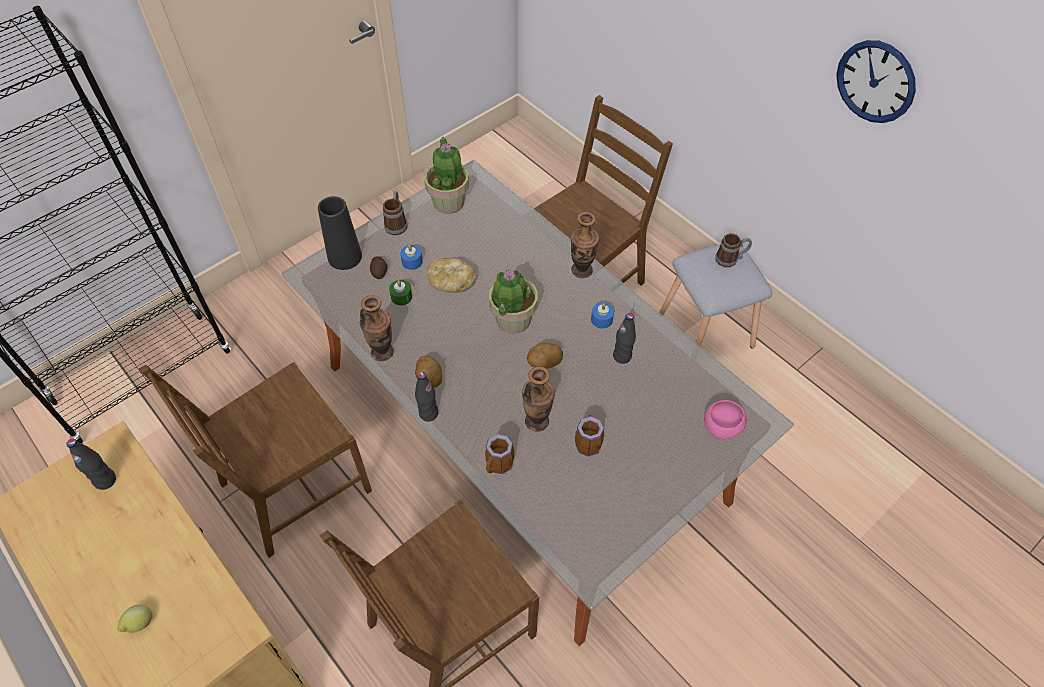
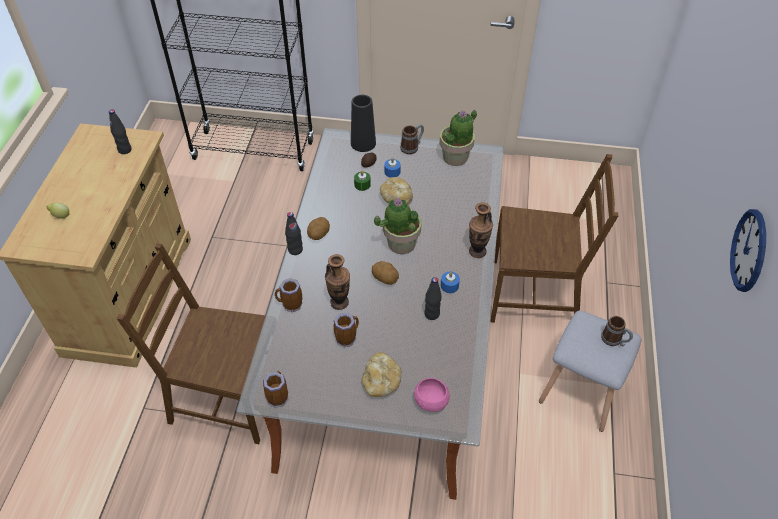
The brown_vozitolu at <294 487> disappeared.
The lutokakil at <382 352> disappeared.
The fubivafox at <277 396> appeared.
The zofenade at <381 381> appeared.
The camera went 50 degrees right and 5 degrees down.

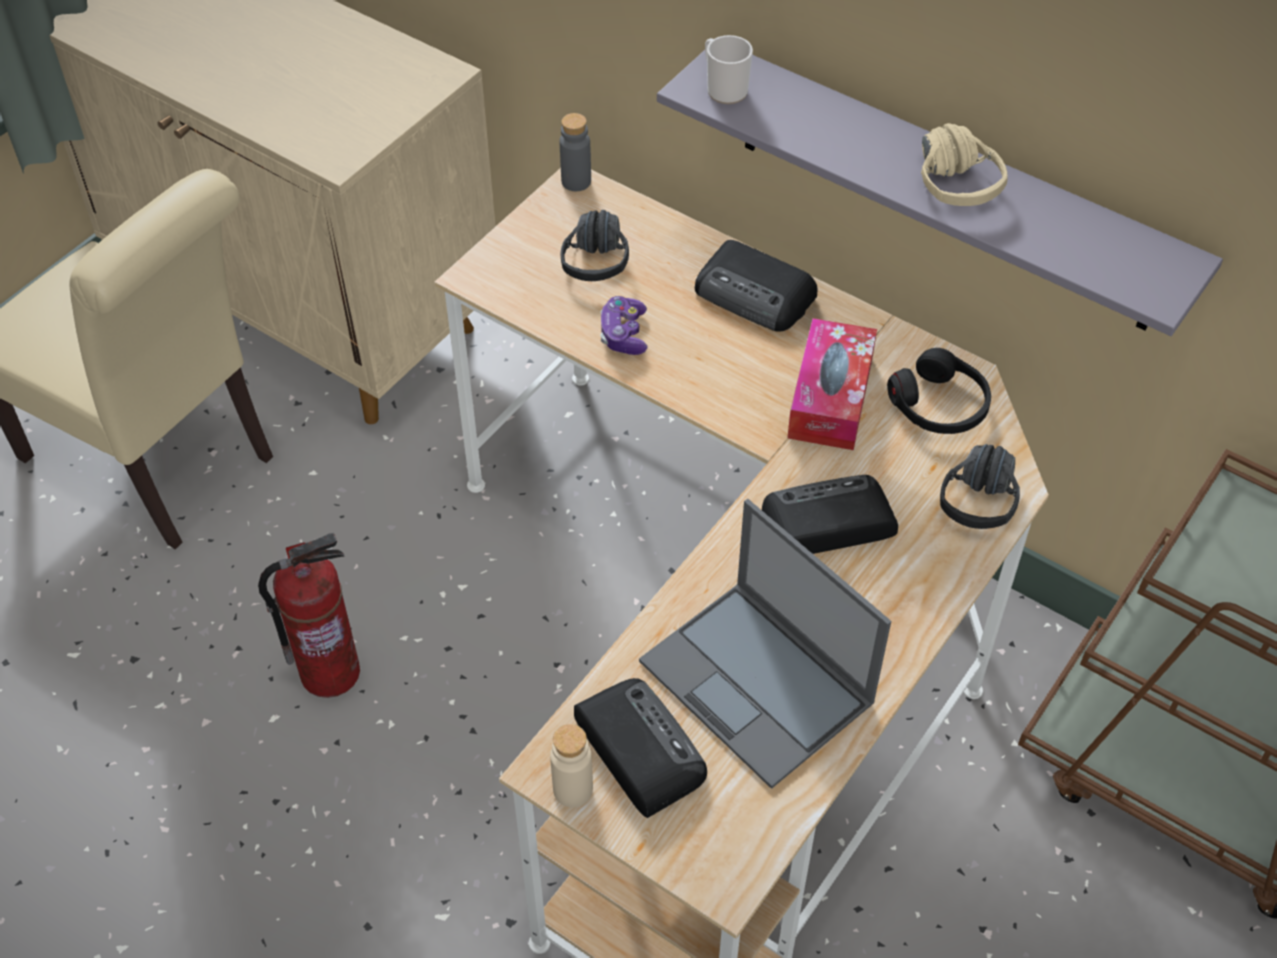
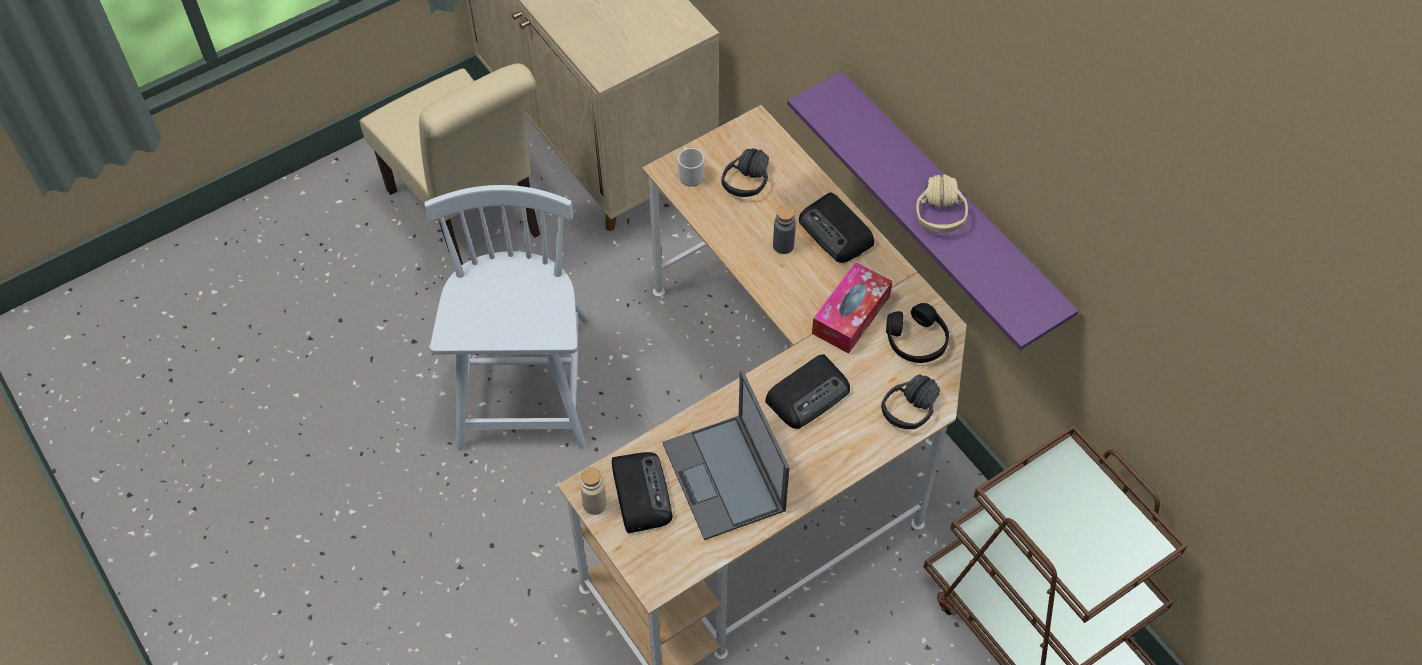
The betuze at <330 671> was replaced by the white_vozitolu at <525 385>.
The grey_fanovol moved from <576 181> to <783 245>.
The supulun at <623 334> disappeared.
The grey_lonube at <945 188> became the purple_lonube at <949 208>.
The fubivafox moved from <724 89> to <690 175>.
The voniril at <825 523> turned 135 degrees clockwise.
The camera went 20 degrees right and 5 degrees up.

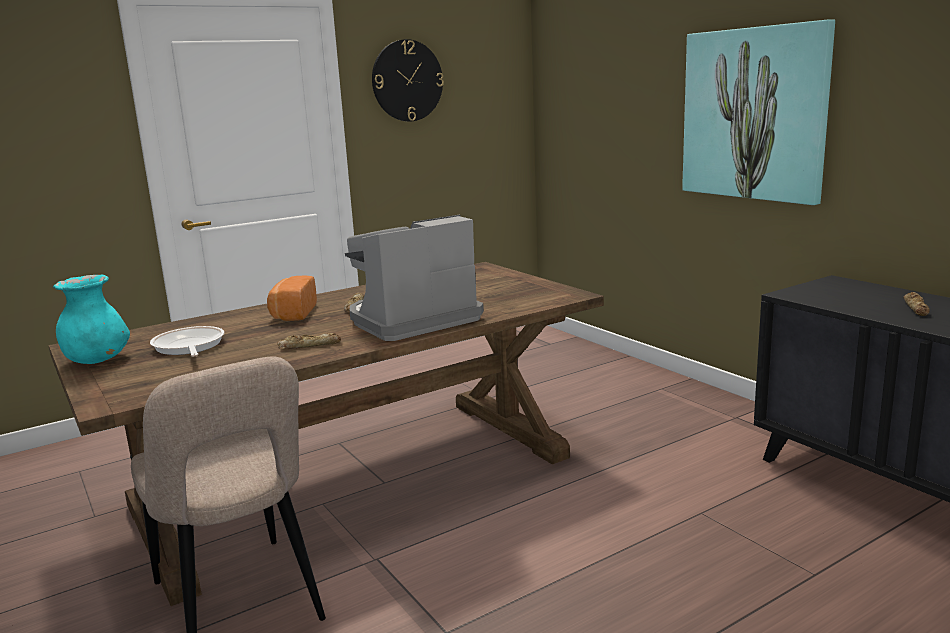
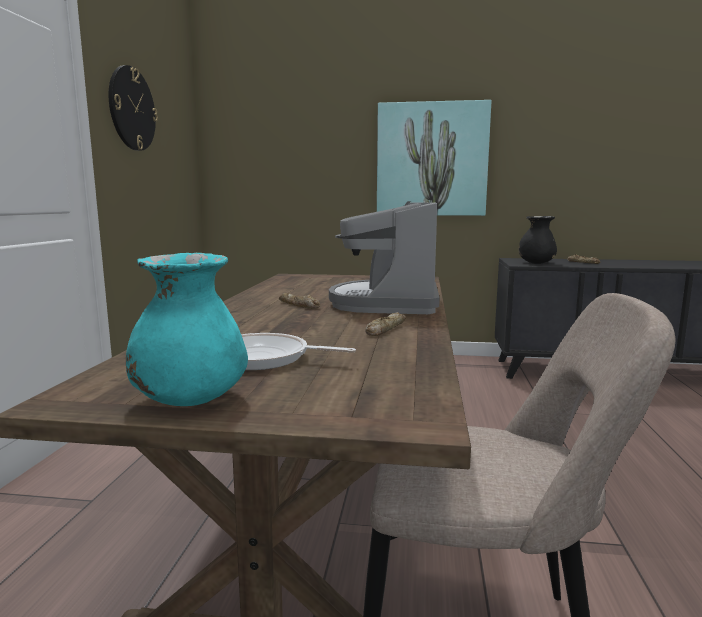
The zofenade at <292 313> disappeared.
The black_lutokakil at <536 263> appeared.
The camera went 50 degrees left and 5 degrees down.

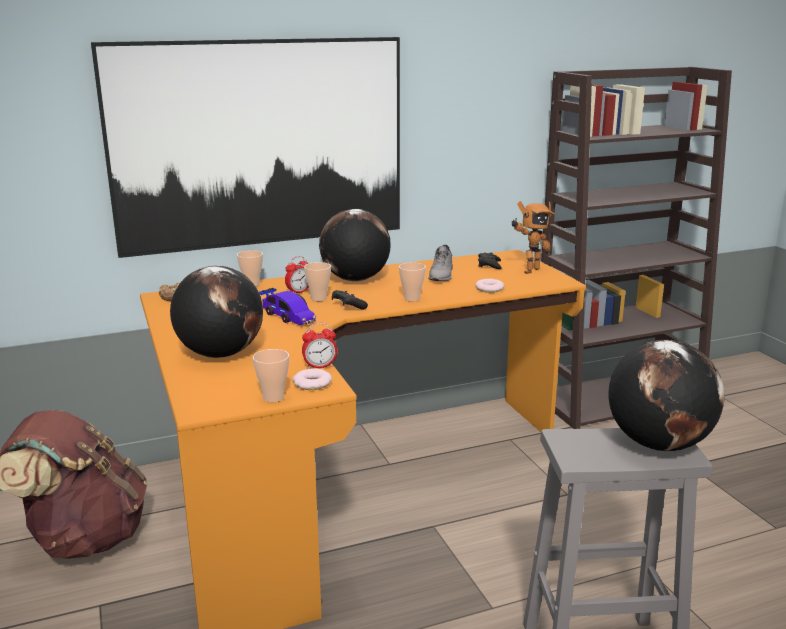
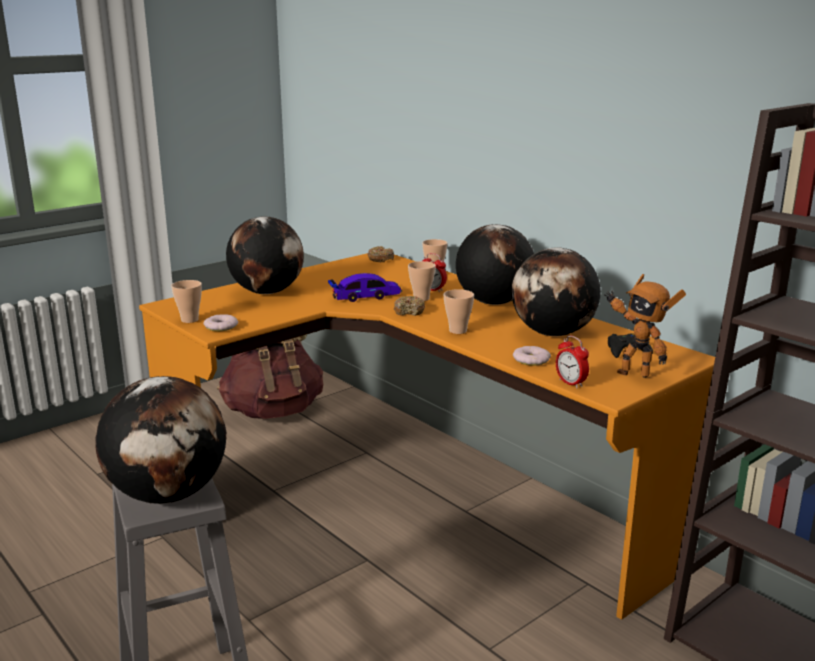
The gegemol at <260 144> disappeared.
The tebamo at <288 316> turned 135 degrees counterclockwise.
The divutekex moved from <320 366> to <570 383>.
The black_supulun at <348 307> was replaced by the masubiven at <409 311>.
The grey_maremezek at <442 275> was replaced by the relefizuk at <553 333>.
The camera went 70 degrees right and 0 degrees up.

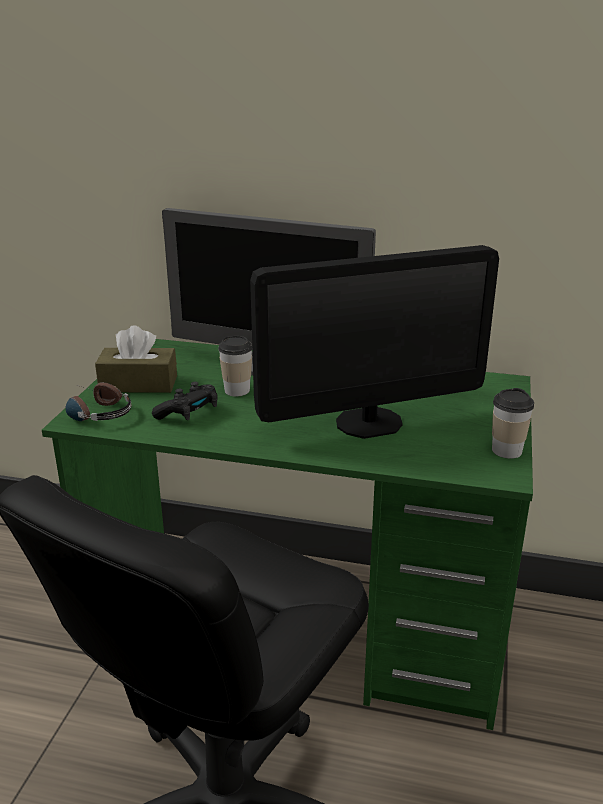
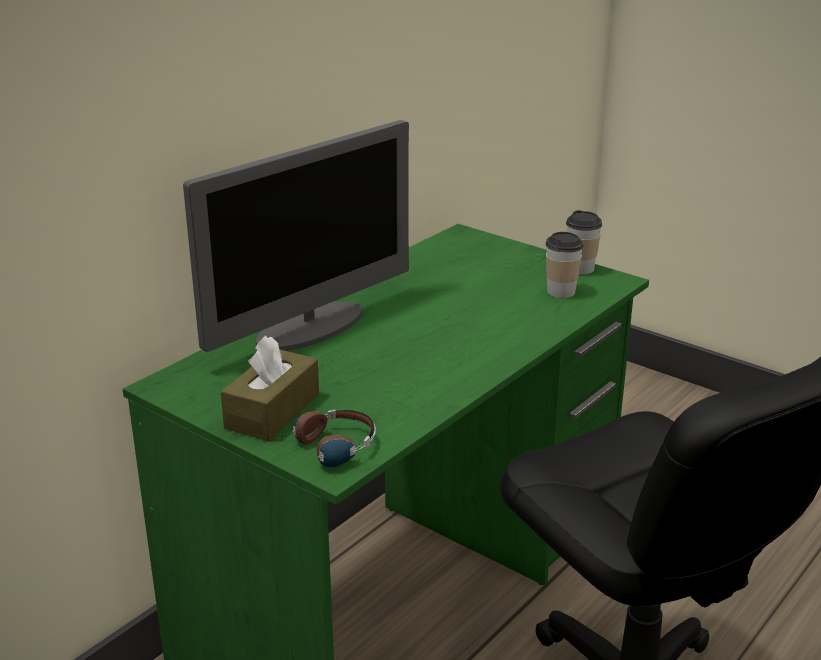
The black_supulun at <189 413> disappeared.
The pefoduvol moved from <237 390> to <561 292>.
The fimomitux at <369 422> disappeared.
The camera went 65 degrees left and 0 degrees up.

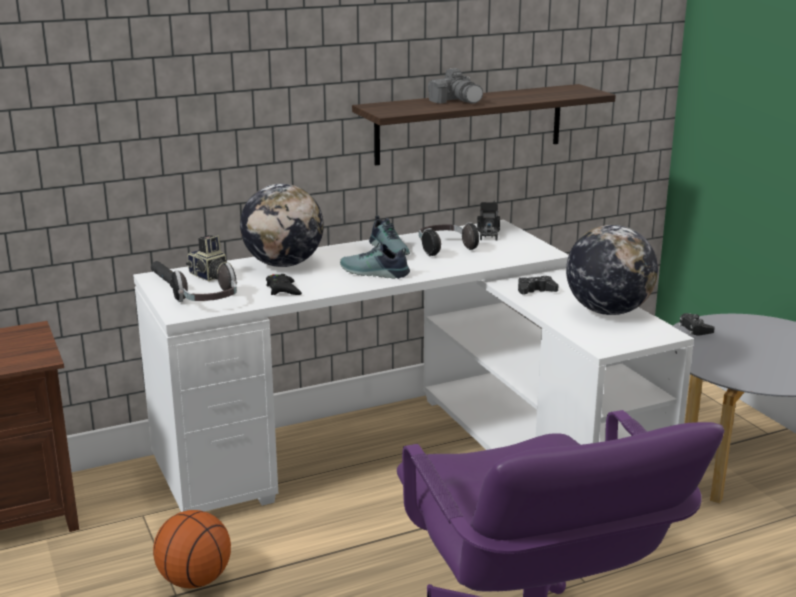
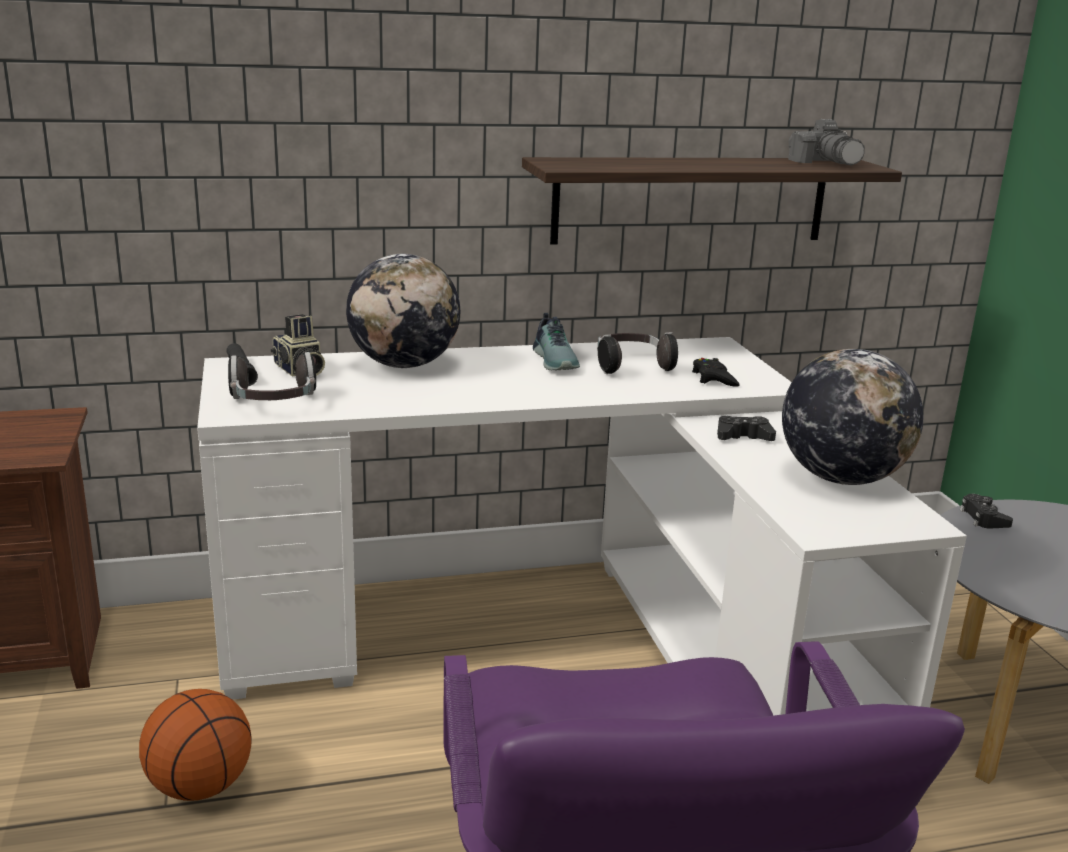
The black_supulun moved from <283 290> to <714 378>.
The maremezek at <374 273> disappeared.
The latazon moved from <457 101> to <826 162>.
The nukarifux at <488 232> disappeared.
The camera went 10 degrees right and 0 degrees up.

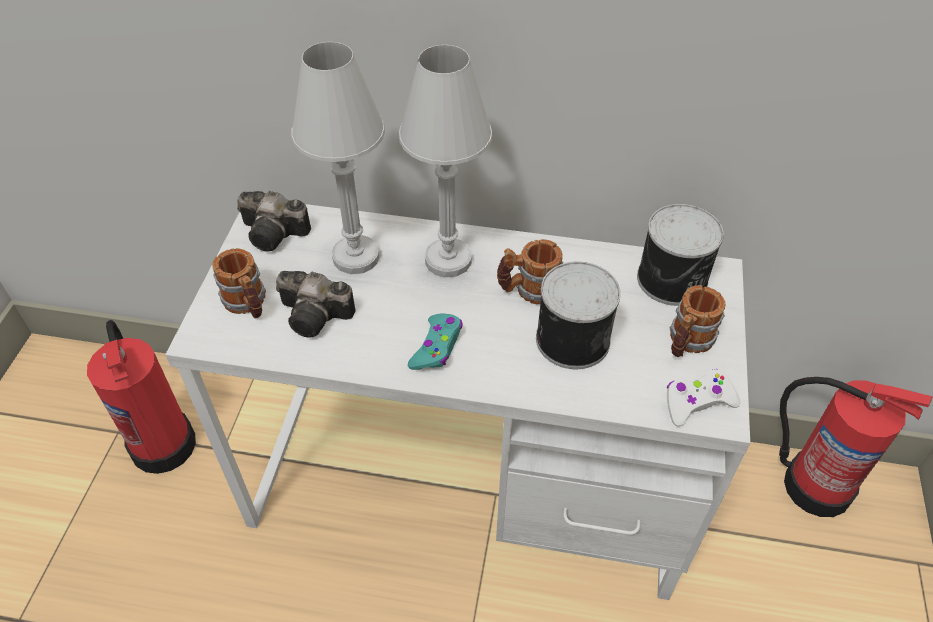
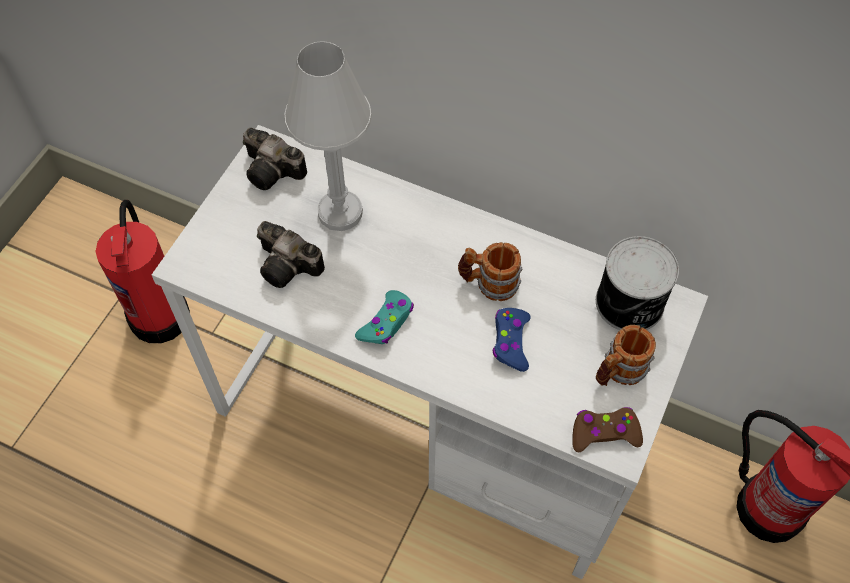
The fubivafox at <248 304> disappeared.
The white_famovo at <448 260> disappeared.
The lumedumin at <570 338> was replaced by the blue_supulun at <511 342>.
The white_supulun at <697 402> became the brown_supulun at <604 433>.
The camera went 15 degrees right and 10 degrees up.

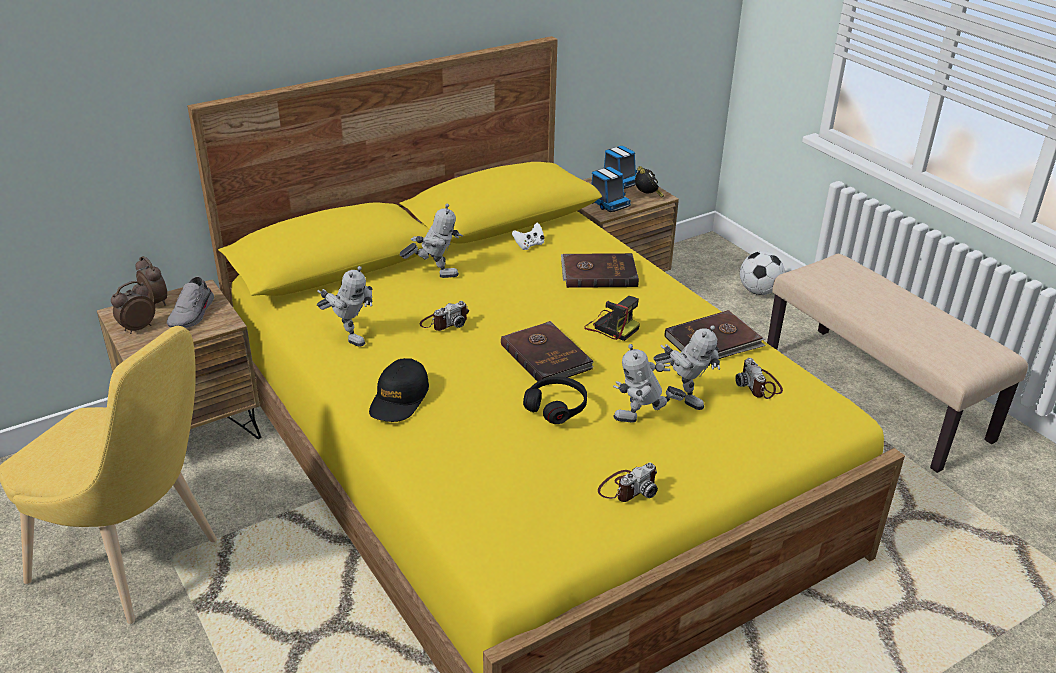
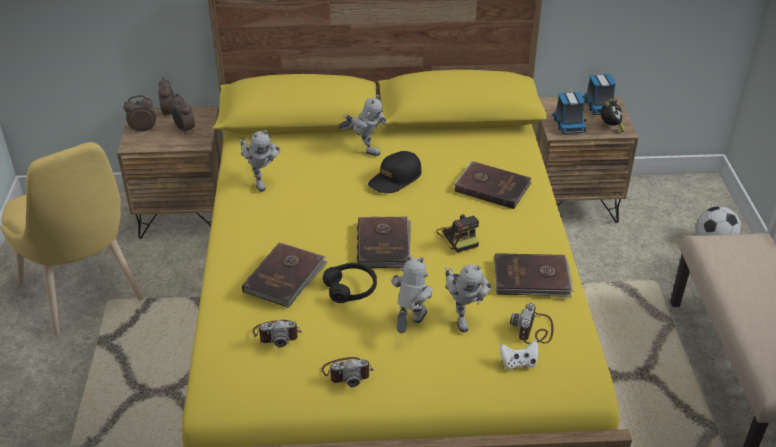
The grey_maremezek at <193 314> was replaced by the divutekex at <184 130>.
The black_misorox moved from <399 399> to <395 179>.
The latazon moved from <444 322> to <277 334>.
The white_supulun moved from <529 245> to <518 363>.
The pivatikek at <643 422> turned 90 degrees clockwise.
The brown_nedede at <285 277> appeared.
The camera went 30 degrees right and 5 degrees up.

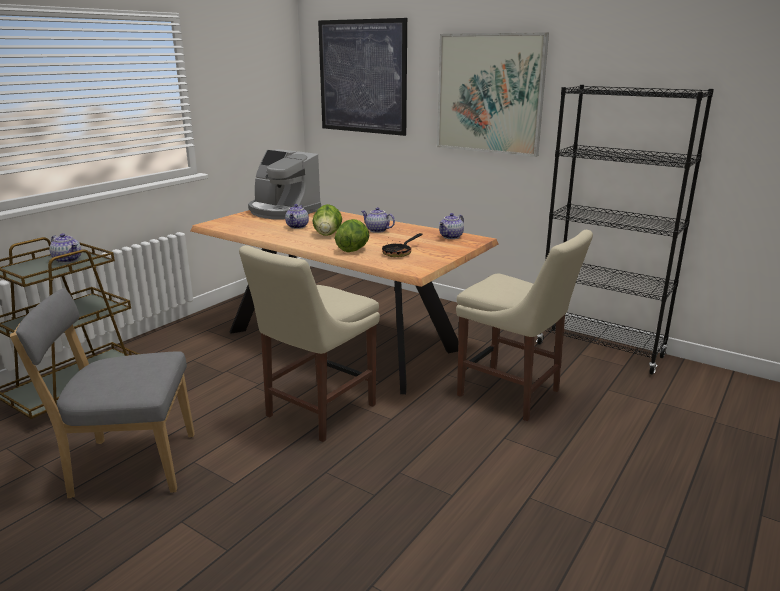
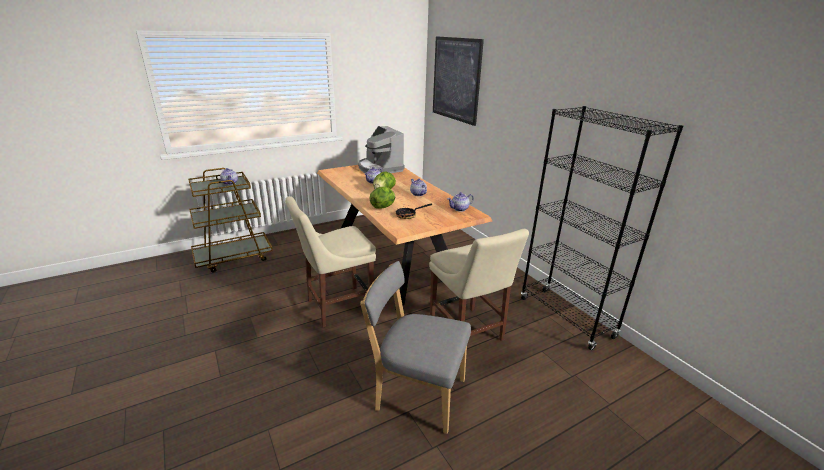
The grey_vozitolu moved from <128 465> to <416 393>.
The gegemol at <489 94> disappeared.
The camera went 25 degrees right and 5 degrees up.

